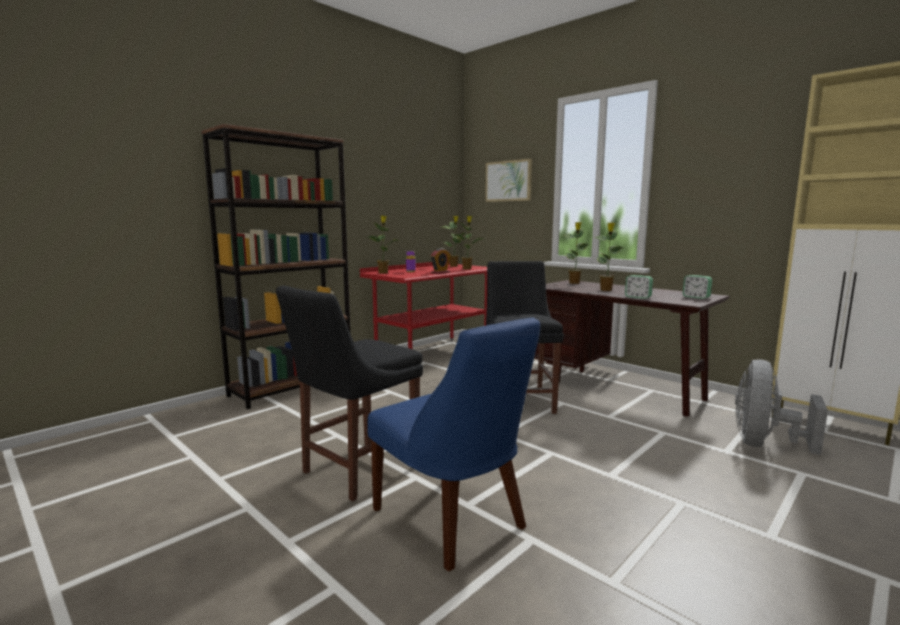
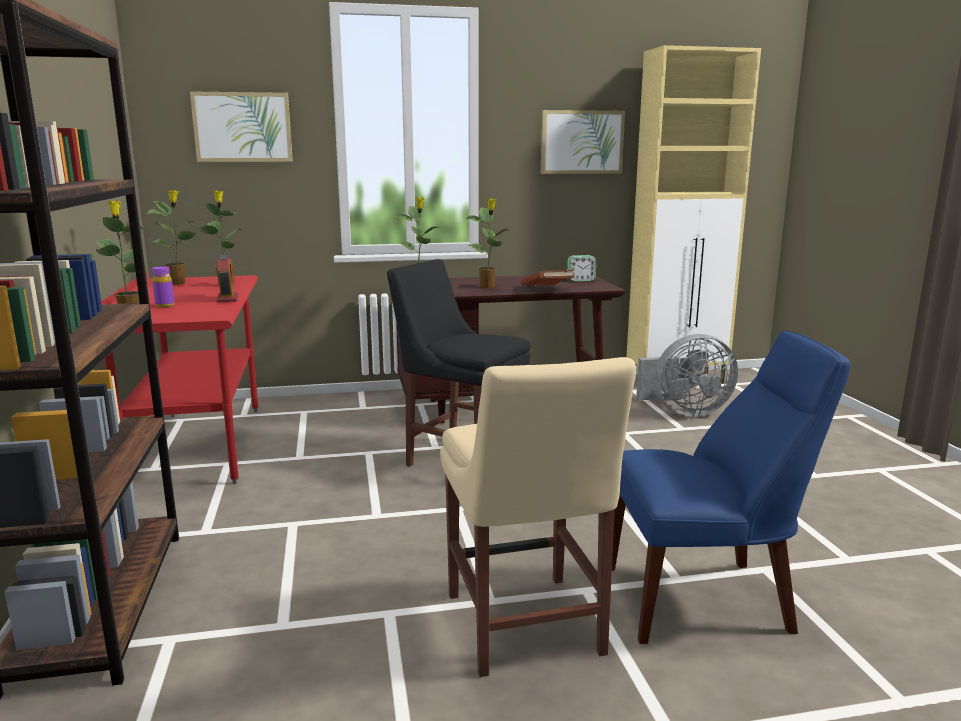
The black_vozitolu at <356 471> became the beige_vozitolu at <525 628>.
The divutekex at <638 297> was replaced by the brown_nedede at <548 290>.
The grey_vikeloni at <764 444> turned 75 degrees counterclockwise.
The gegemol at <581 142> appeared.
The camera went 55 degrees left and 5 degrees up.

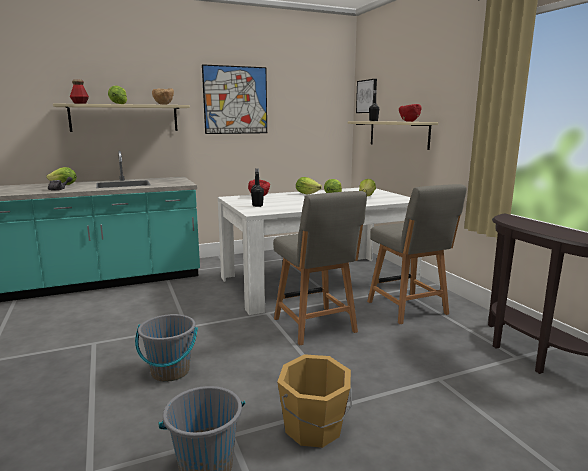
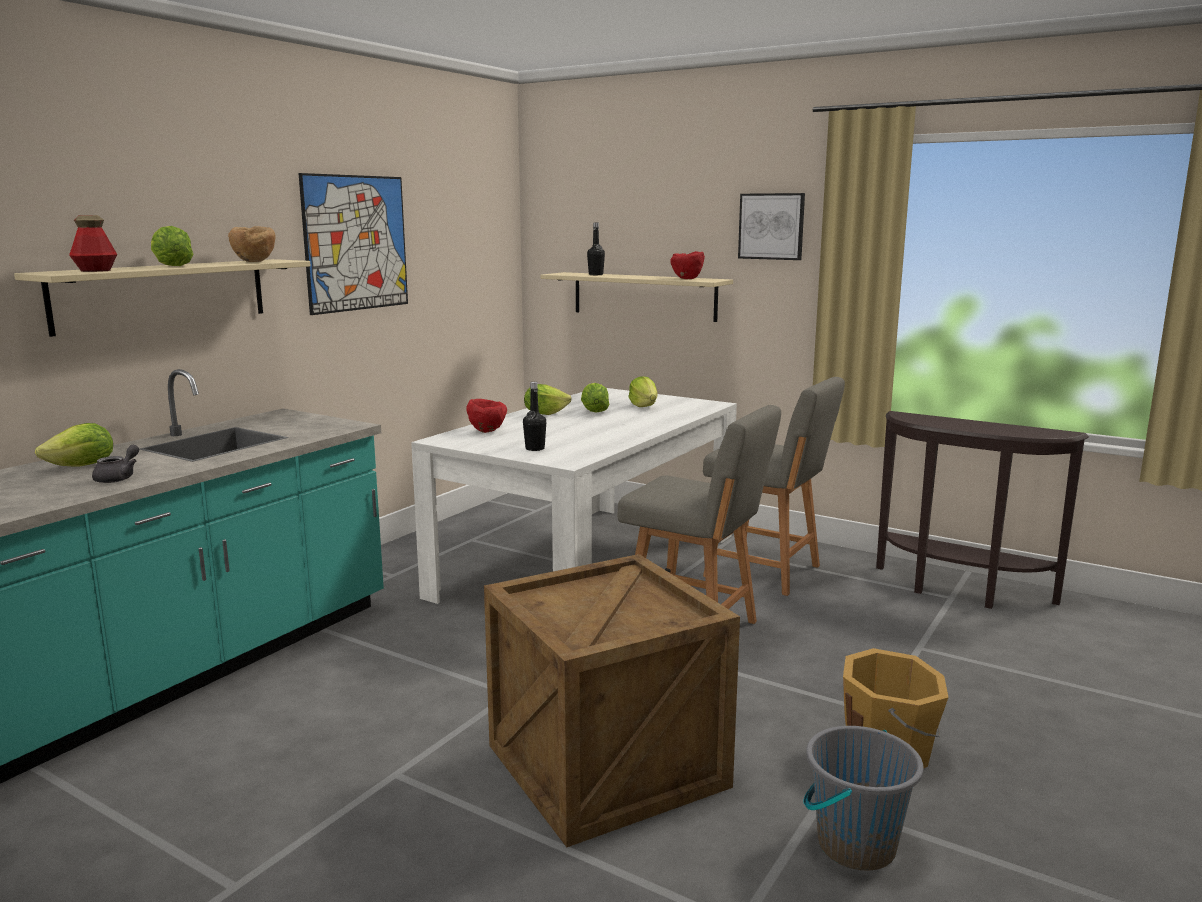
The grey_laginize at <170 372> was replaced by the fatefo at <607 763>.
The gegemol moved from <367 96> to <771 226>.
The camera went 35 degrees left and 0 degrees up.

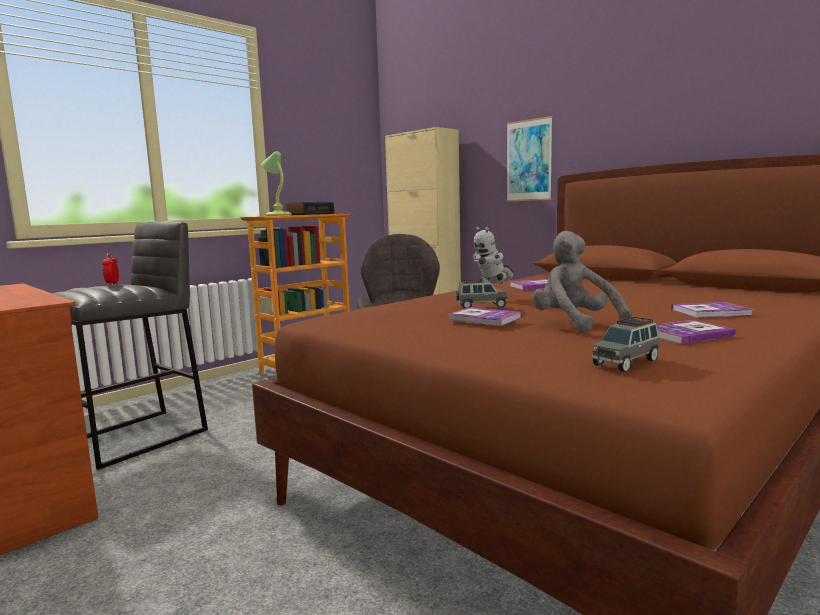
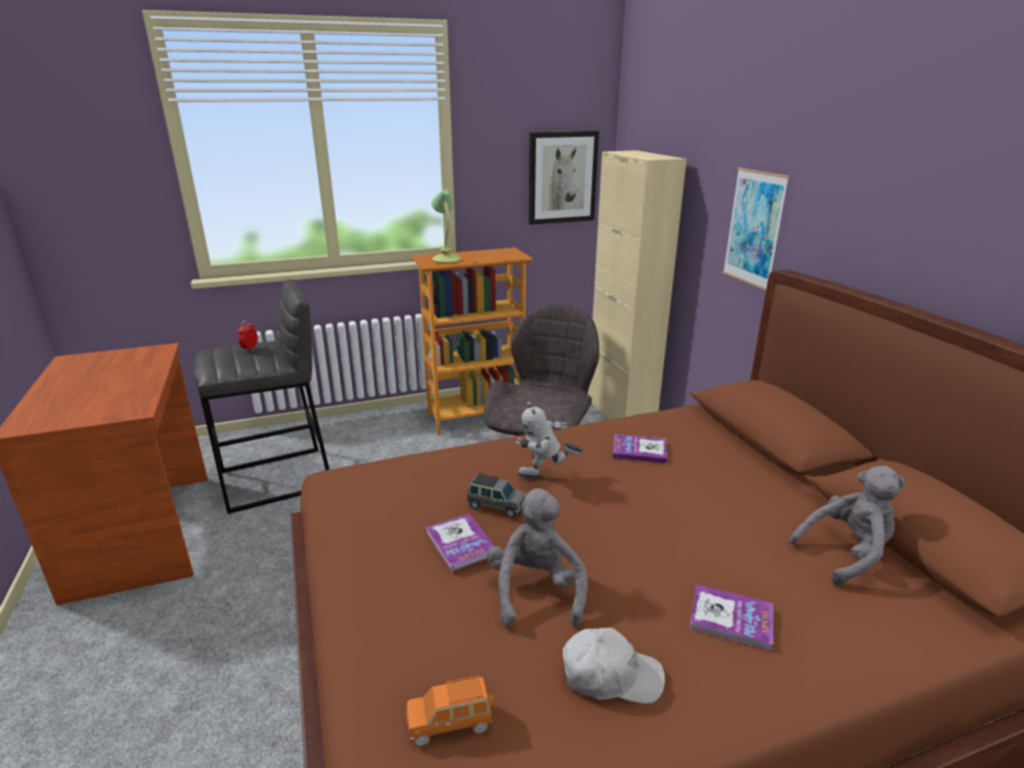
The divutekex at <311 214> disappeared.
The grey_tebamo at <626 362> became the orange_tebamo at <451 723>.
The nedede at <686 334> was replaced by the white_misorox at <610 675>.
The gegemol at <562 177> appeared.
The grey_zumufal at <846 554> appeared.
The camera went 25 degrees right and 15 degrees up.

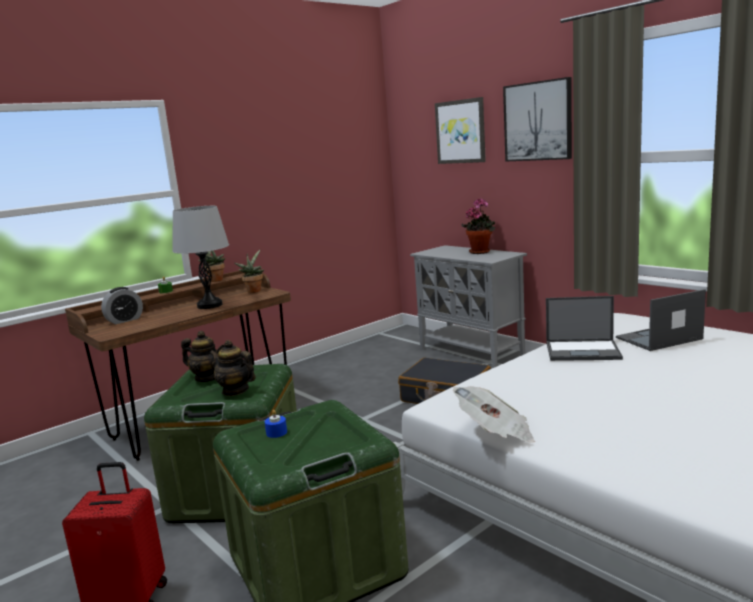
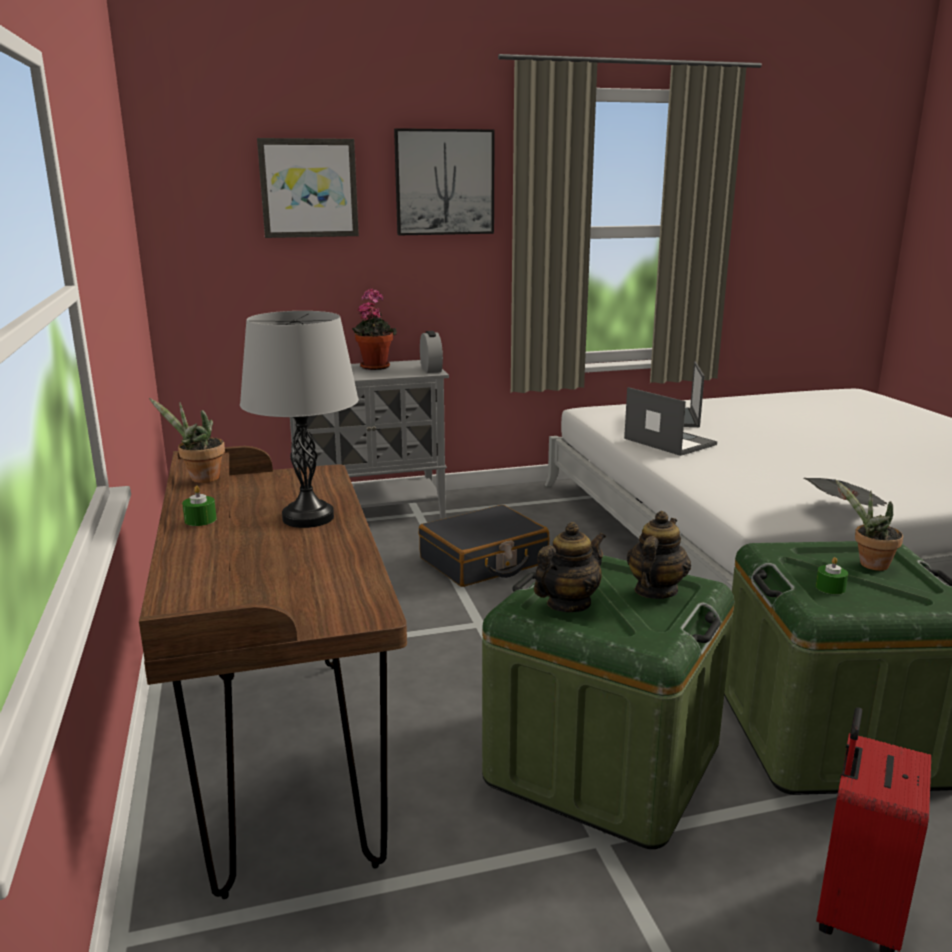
The divutekex moved from <124 320> to <431 369>.
The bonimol at <235 391> turned 150 degrees clockwise.
The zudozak moved from <254 290> to <869 564>.
The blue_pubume at <276 432> became the green_pubume at <830 587>.
The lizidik at <583 351> turned 75 degrees counterclockwise.
The camera went 65 degrees left and 5 degrees up.

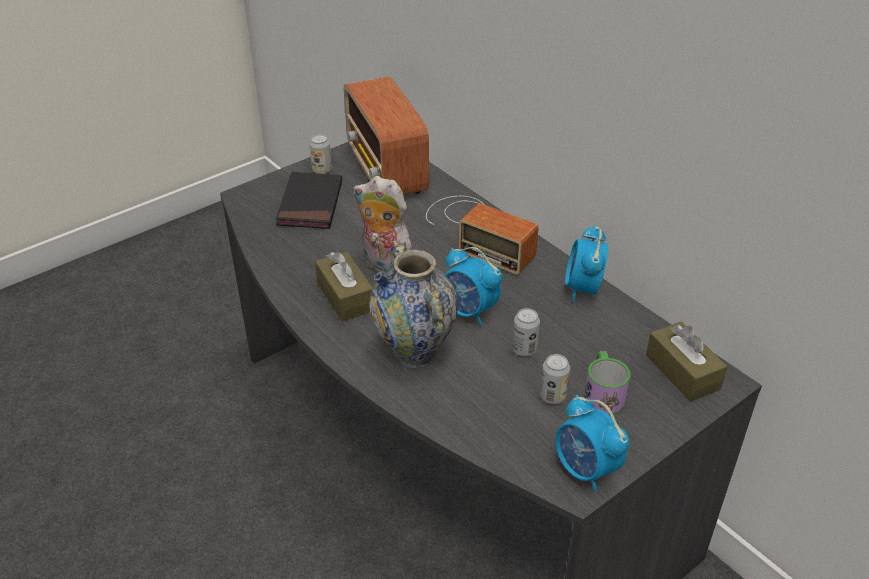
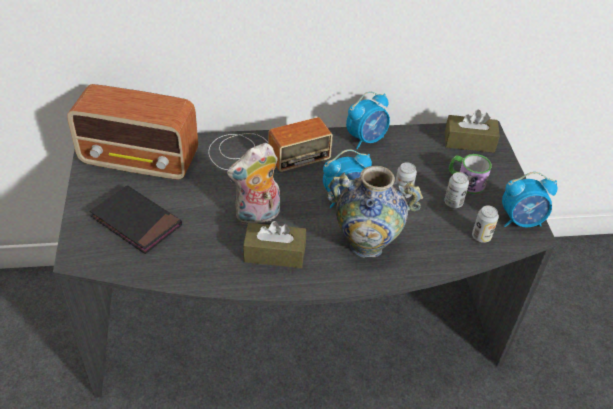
The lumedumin moved from <322 170> to <481 236>.
The divutekex at <582 289> turned 75 degrees counterclockwise.
The camera went 60 degrees left and 5 degrees up.

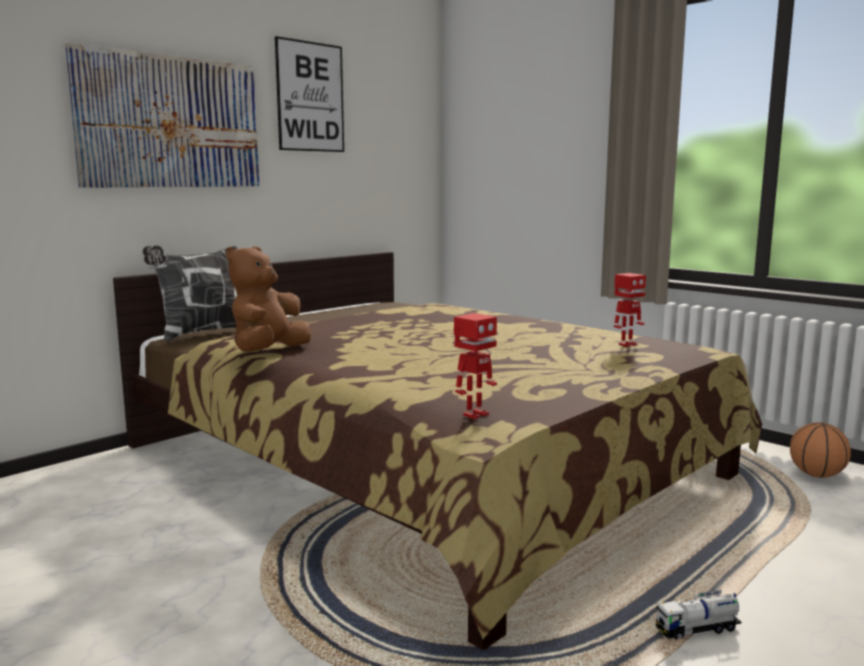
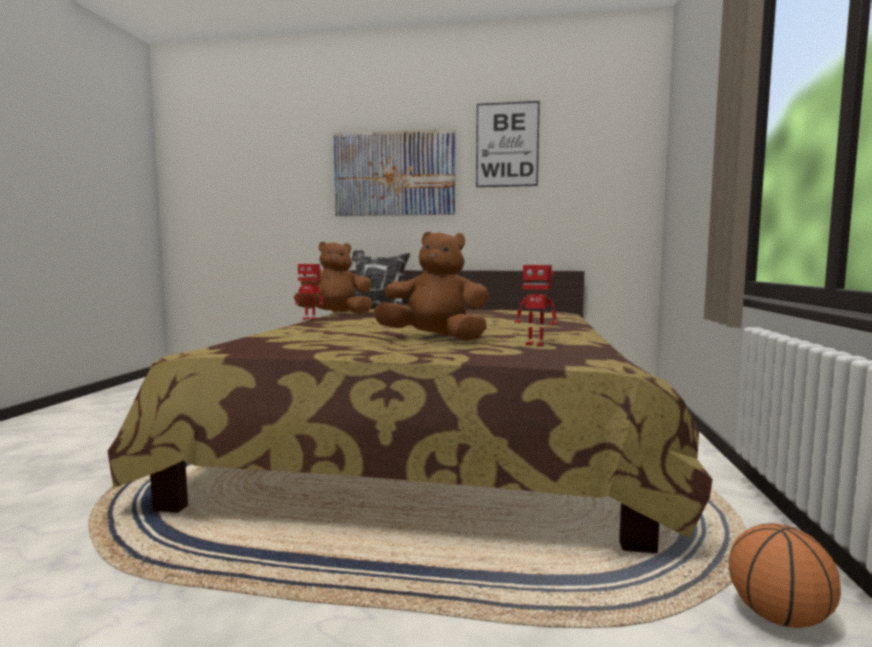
The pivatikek moved from <474 414> to <310 319>.
The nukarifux at <697 629> disappeared.
The brown_zumufal at <435 339> appeared.
The camera went 55 degrees right and 5 degrees down.

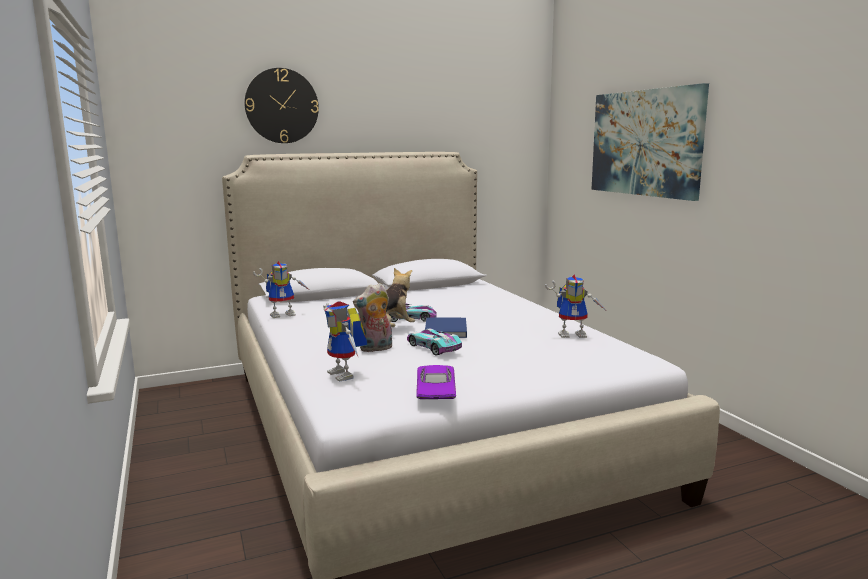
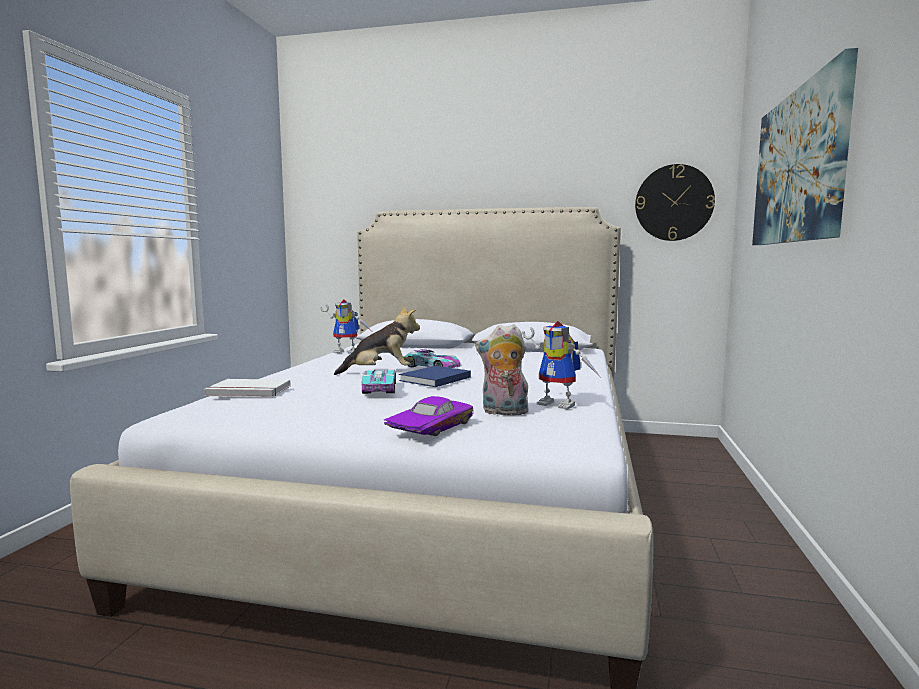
The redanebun moved from <282 106> to <674 203>.
The pivatikek at <346 375> was replaced by the white_nedede at <248 391>.
The zumufal moved from <375 349> to <503 412>.
The purple_tebamo moved from <433 391> to <428 427>.
The camera went 35 degrees right and 5 degrees down.

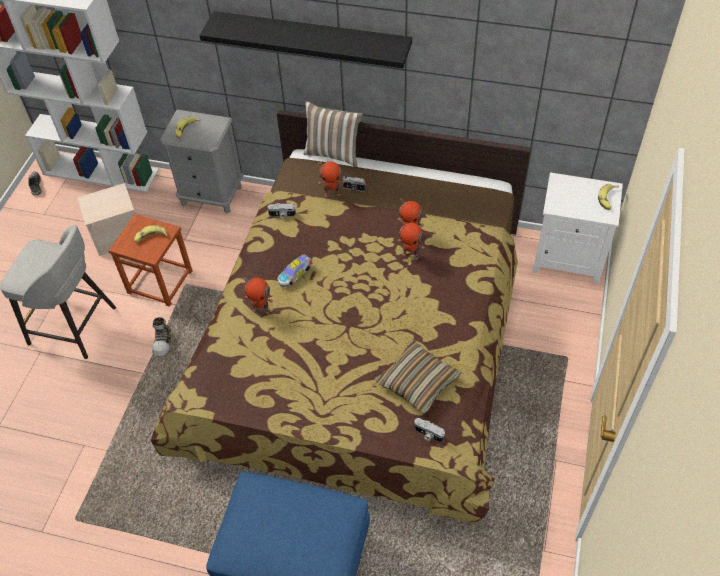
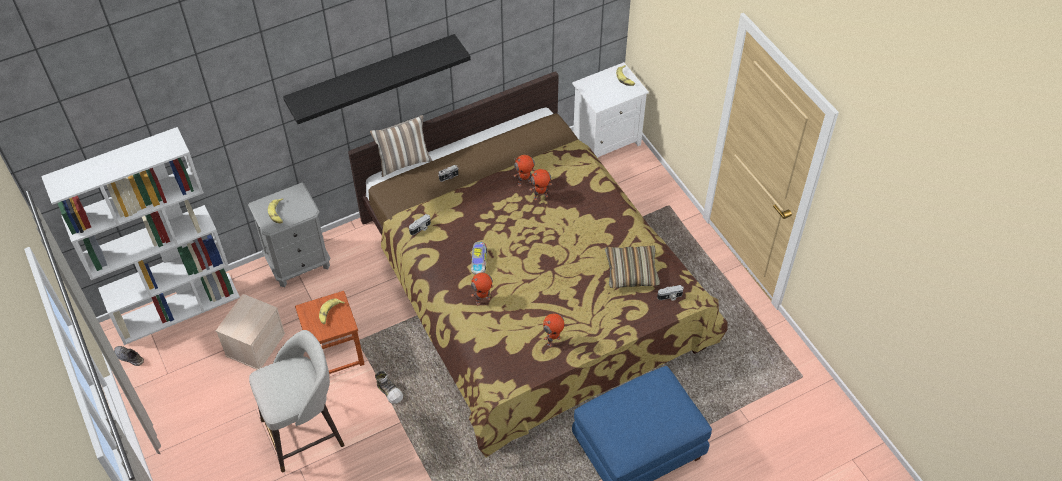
The pivatikek moved from <332 193> to <553 340>.
The camera went 45 degrees left and 0 degrees up.

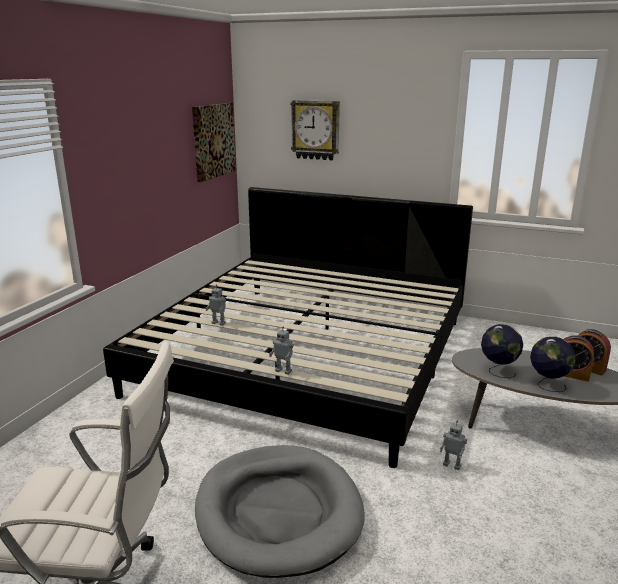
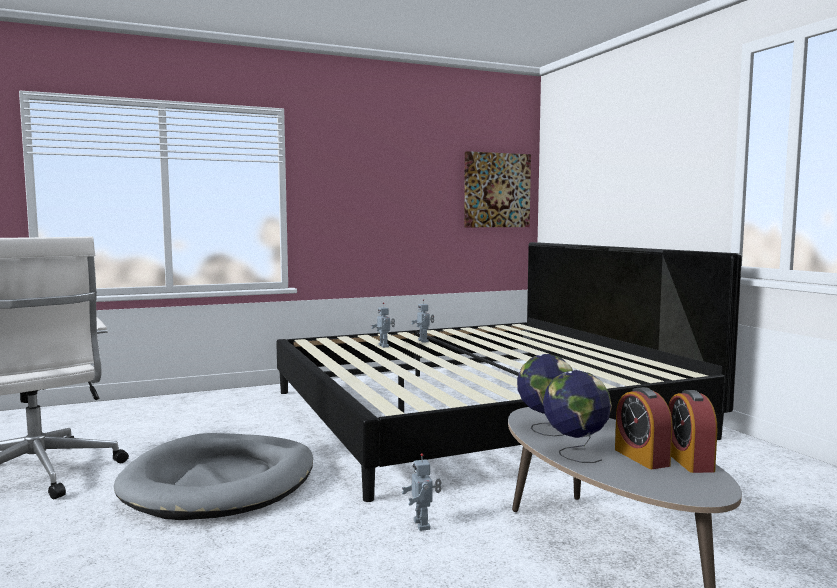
The pivatikek moved from <284 371> to <424 341>.
The redanebun at <315 130> disappeared.
The camera went 45 degrees right and 15 degrees down.

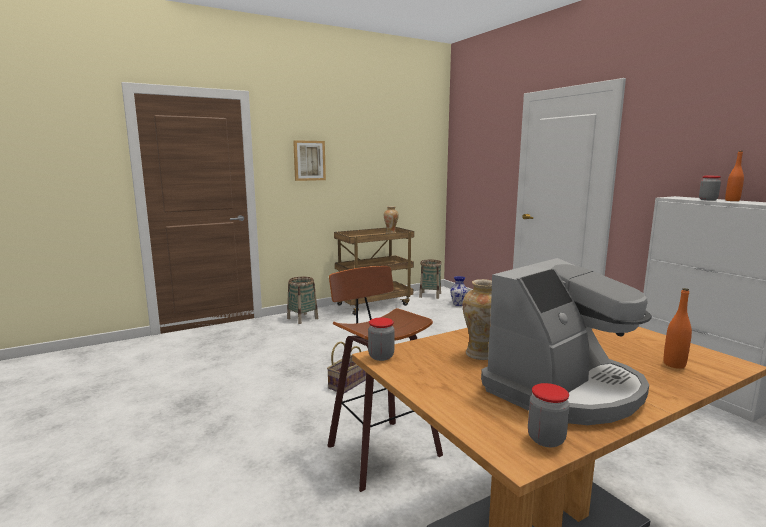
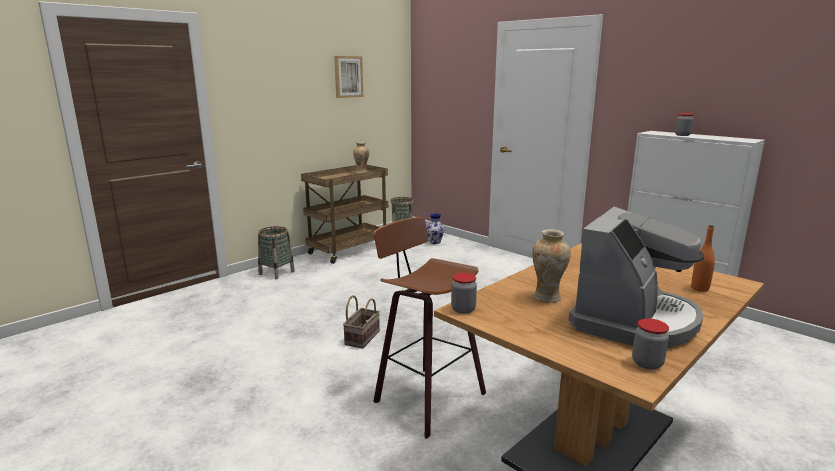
The gegemol moved from <309 160> to <348 77>.
The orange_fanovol at <732 200> disappeared.
The camera went 15 degrees left and 5 degrees up.

